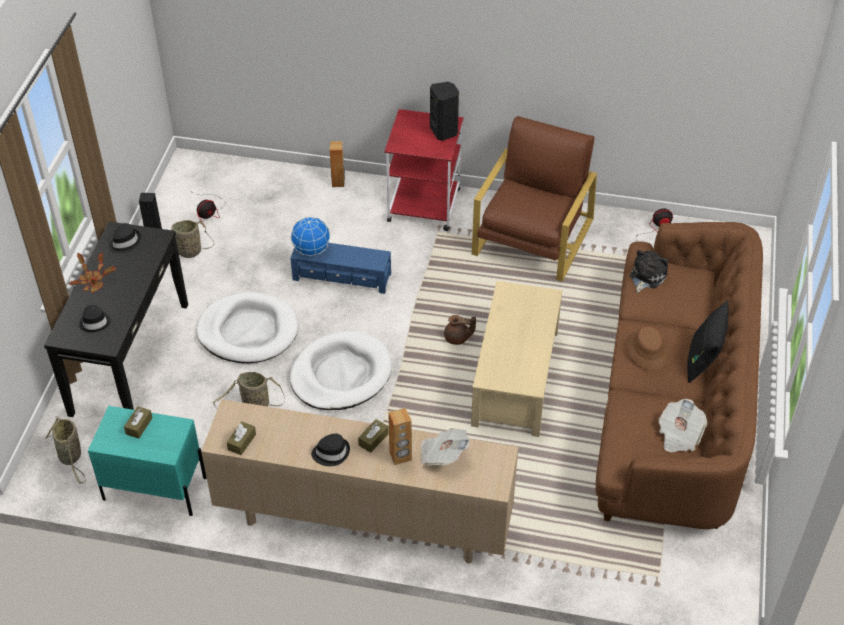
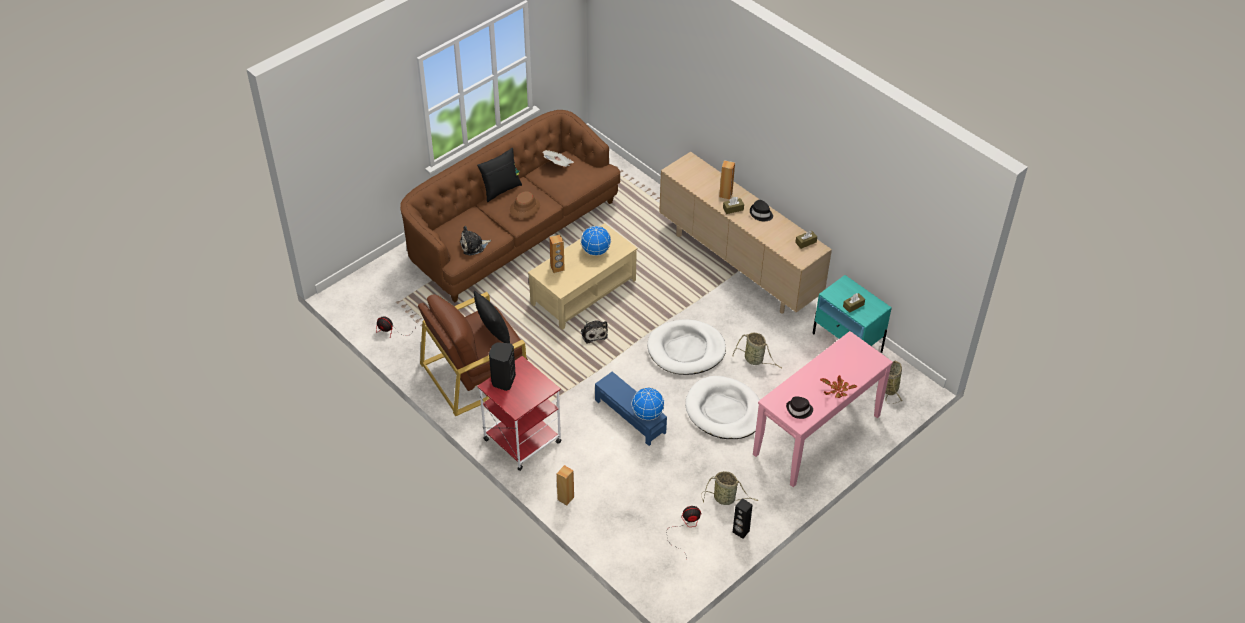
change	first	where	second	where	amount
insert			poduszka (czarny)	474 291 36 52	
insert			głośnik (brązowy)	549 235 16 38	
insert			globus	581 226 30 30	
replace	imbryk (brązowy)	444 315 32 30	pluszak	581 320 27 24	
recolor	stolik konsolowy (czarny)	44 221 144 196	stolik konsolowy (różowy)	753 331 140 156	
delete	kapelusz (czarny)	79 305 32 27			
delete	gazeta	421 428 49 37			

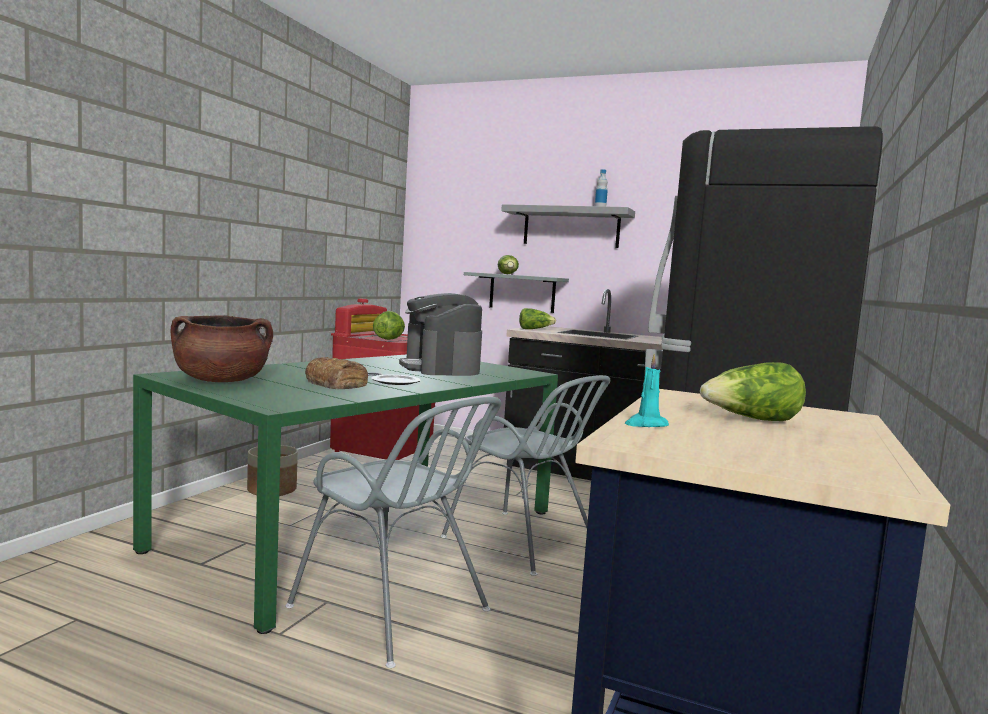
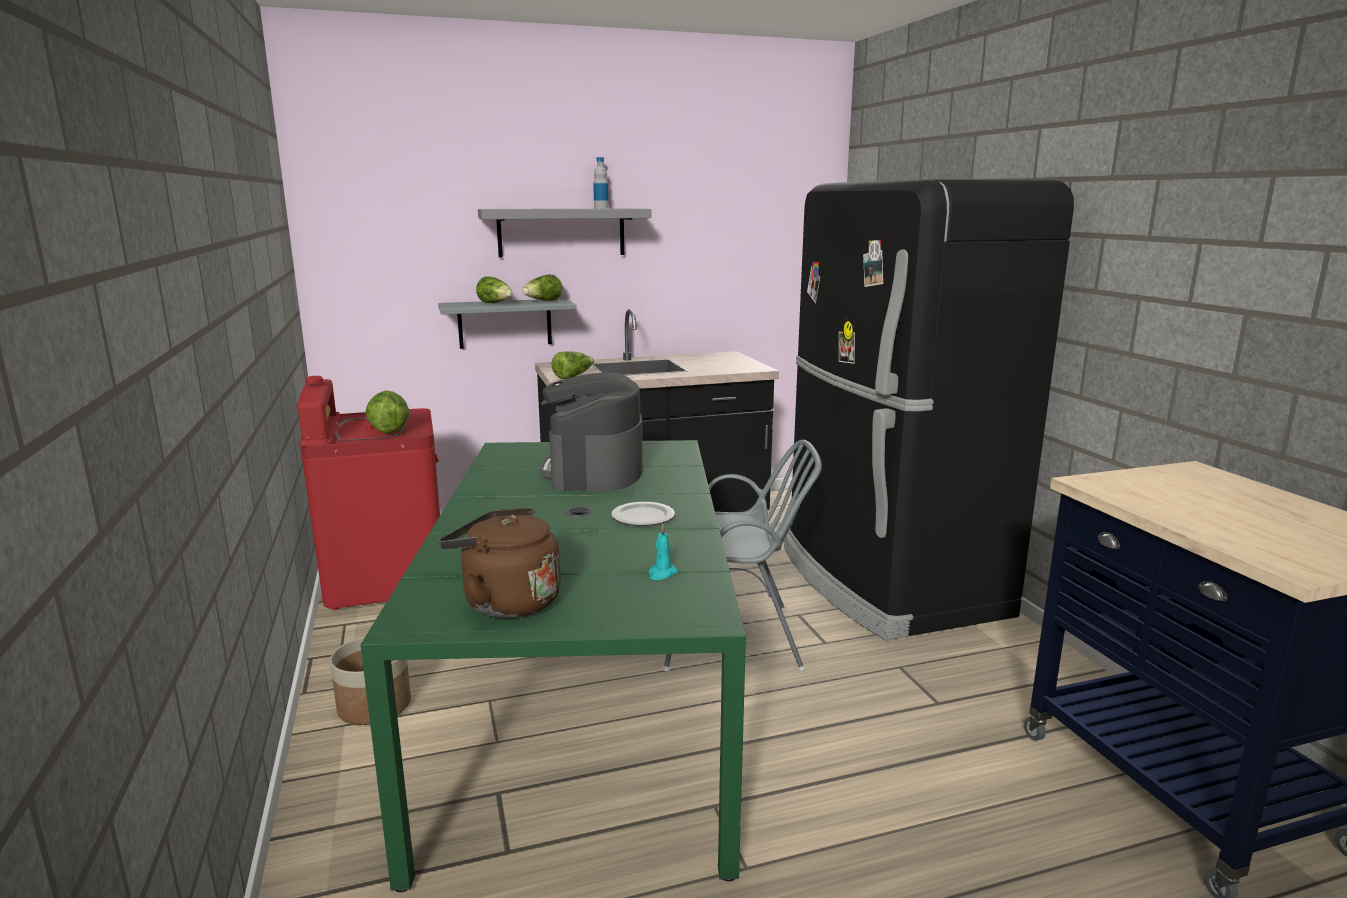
change	first	where	second	where	amount
replace	garnek (brązowy)	170 315 103 67	czajnik (brązowy)	439 507 122 111	
move	sałata	700 362 106 59		522 274 40 27	
rotate	ekspres do kawy	399 293 83 83		540 372 103 119	60 degrees clockwise
move	świeca (turkusowy)	625 354 44 73		649 524 29 56	
delete	krzesło (szary)	285 397 216 271			
delete	chleb	305 357 63 32			

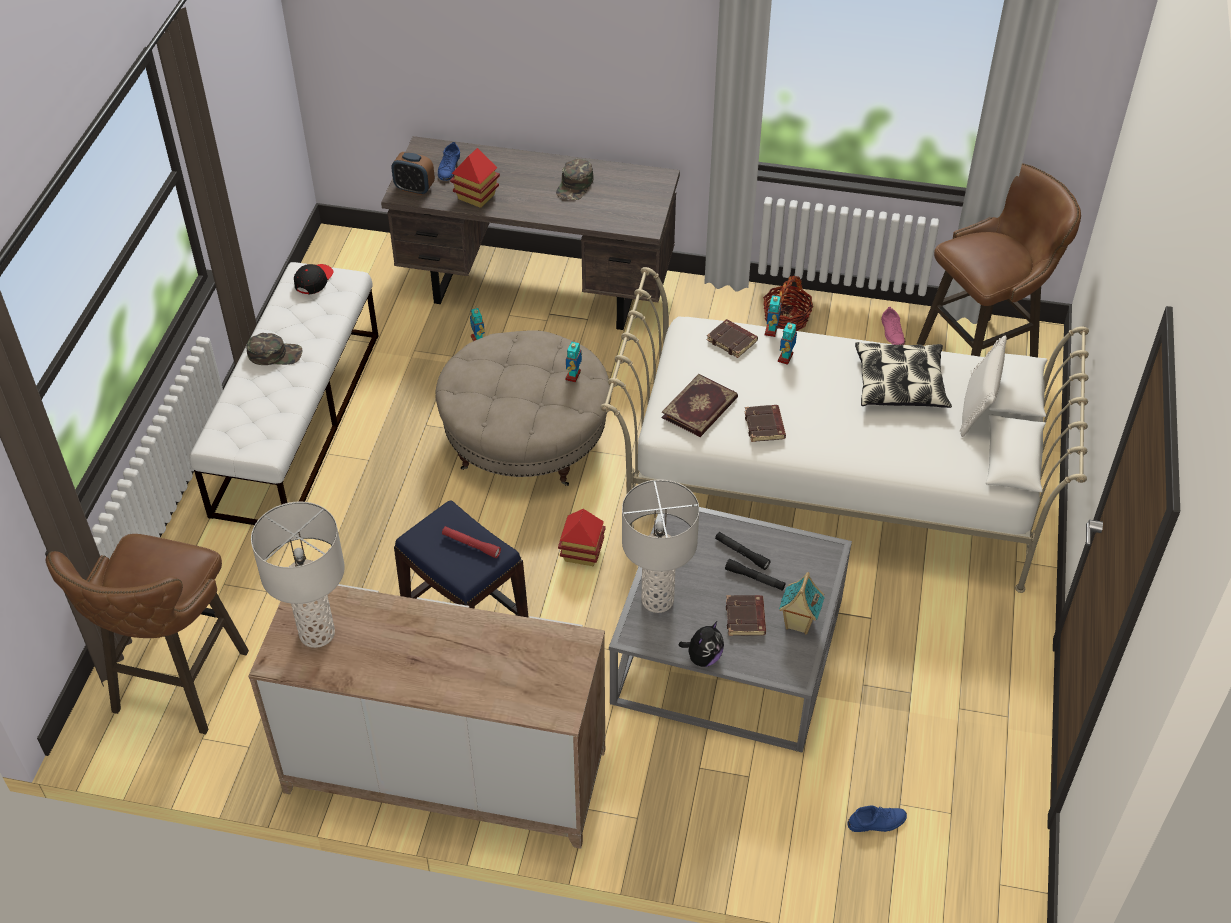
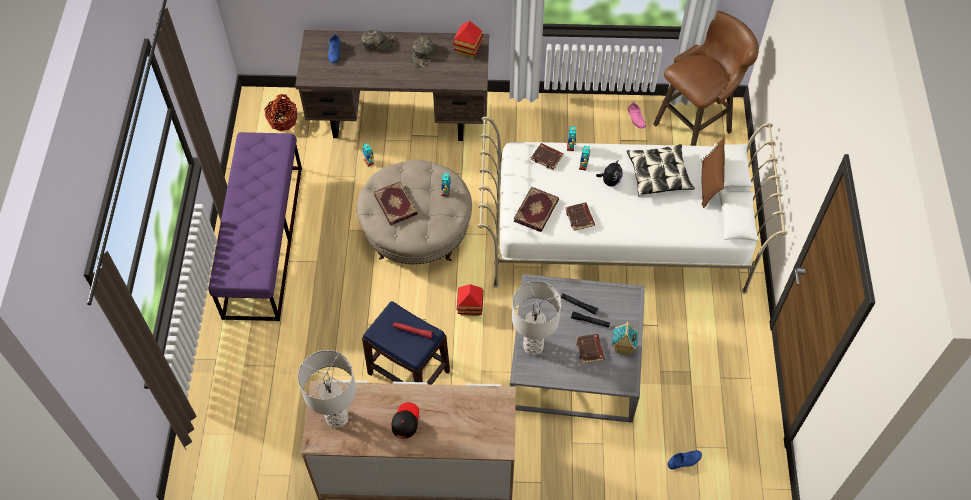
change	first	where	second	where	amount
recolor	ławka (biały)	189 262 189 263	ławka (fioletowy)	208 132 94 189	
move	koszyk	763 276 50 55		264 94 33 37	
move	czapka z daszkiem (zielony)	247 333 55 32		361 30 35 21	
insert			książka	374 182 44 44	
move	czapka z daszkiem (czarny)	294 264 39 30		391 402 28 37	
move	domek	450 148 50 60		453 21 31 37	
move	pluszak	678 621 46 46		596 159 27 28	
recolor	poduszka (biały)	960 336 47 101	poduszka (brązowy)	701 139 24 69	
delete	stołek (brązowy)	45 534 204 200			
delete	budzik	391 152 44 43			

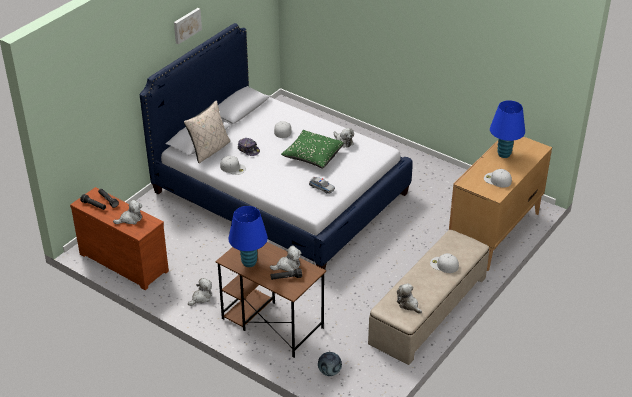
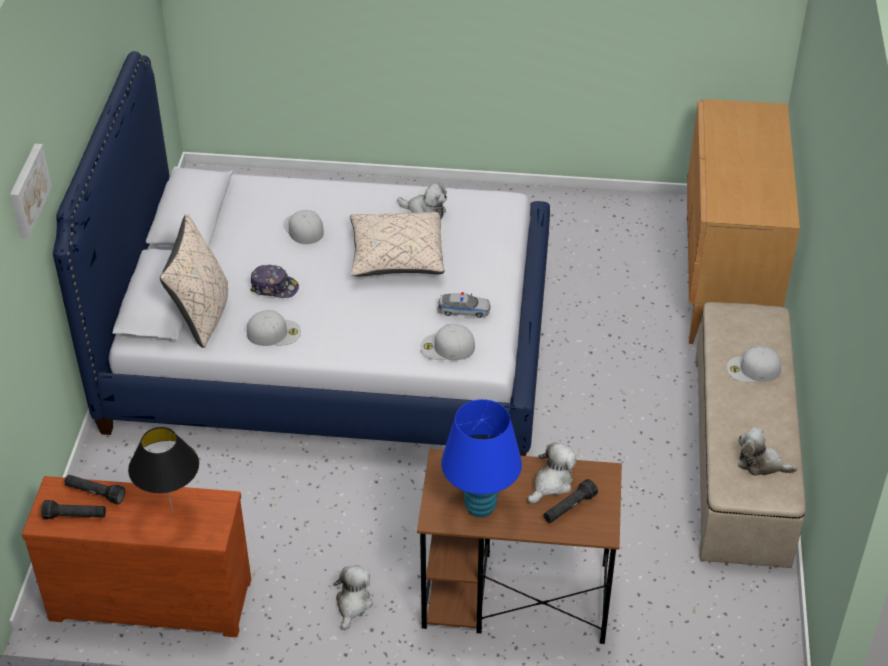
change	first	where	second	where	amount
move	obraz	174 8 28 36		10 144 42 94	
replace	pluszak	113 200 29 25	lampa stołowa (czarny)	128 427 71 87	
recolor	poduszka (zielony)	281 130 63 38	poduszka (beżowy)	350 211 95 65	
move	czapka z daszkiem (biały)	484 169 28 19		421 324 54 36	
delete	piłka futbolowa	318 352 24 24			
delete	lampa stołowa (niebieski)	490 100 35 58			

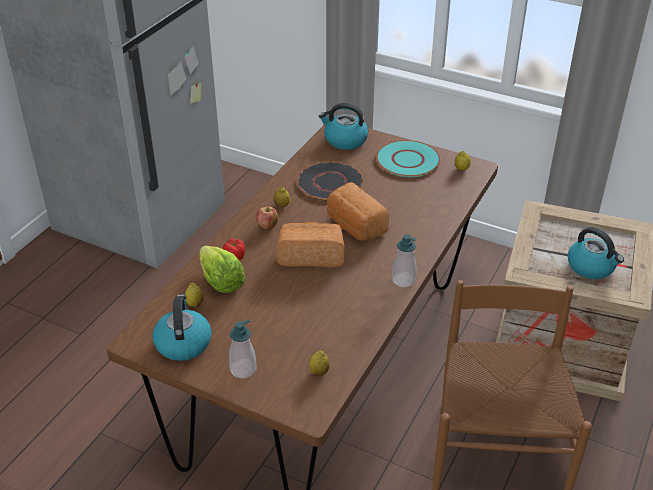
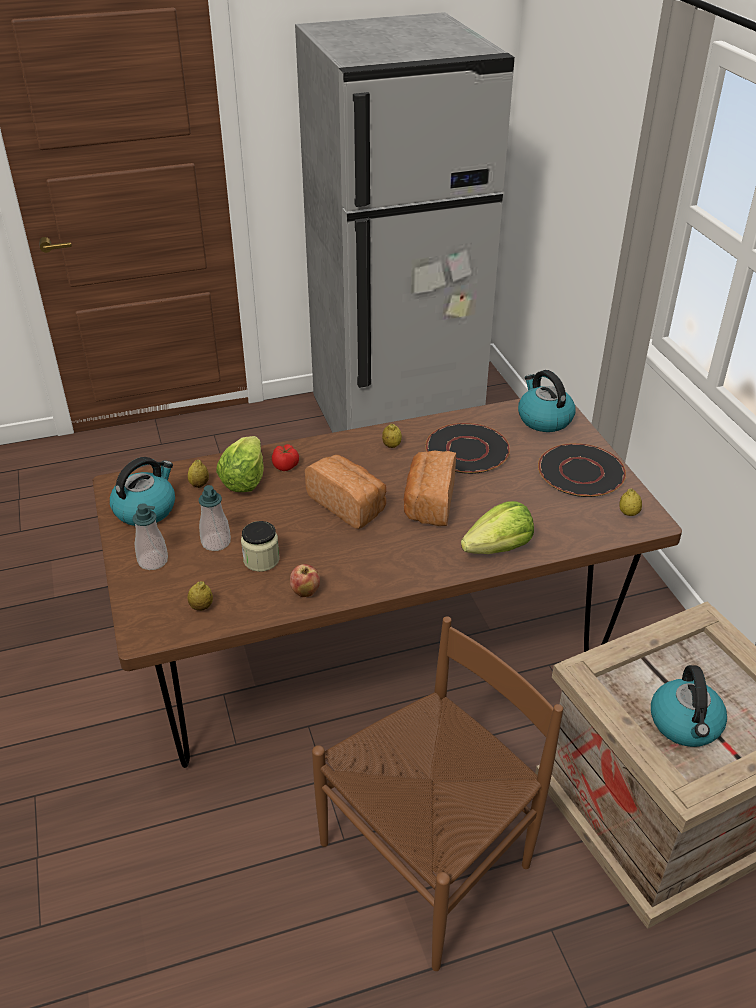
change	first	where	second	where	amount
move	dozownik mydła	392 234 25 53		198 485 33 66	
insert			słoik	241 521 38 51	
move	jabłko	256 206 22 24		290 564 30 33	
insert			sałata	461 501 73 53	
recolor	talerz (turkusowy)	376 140 65 37	talerz (czarny)	538 443 88 54	

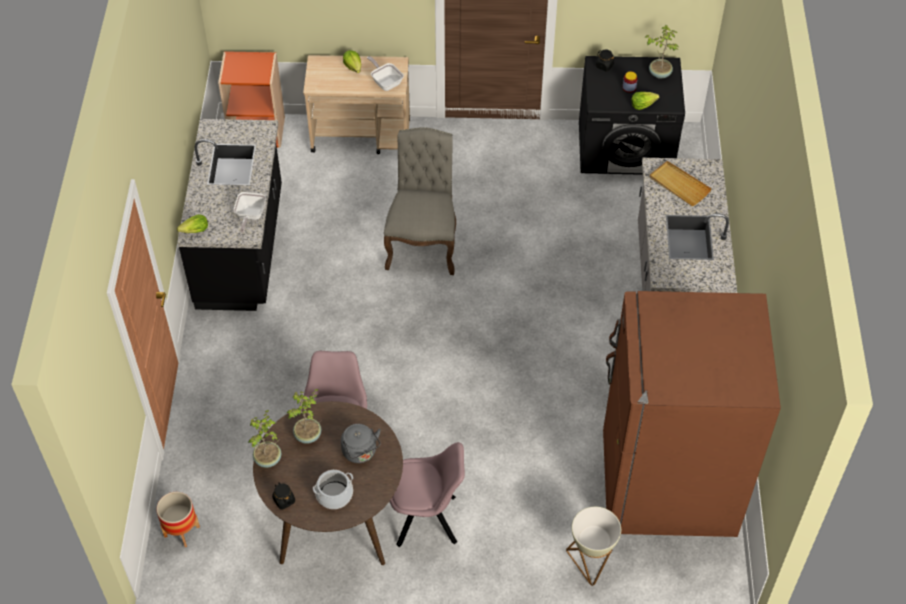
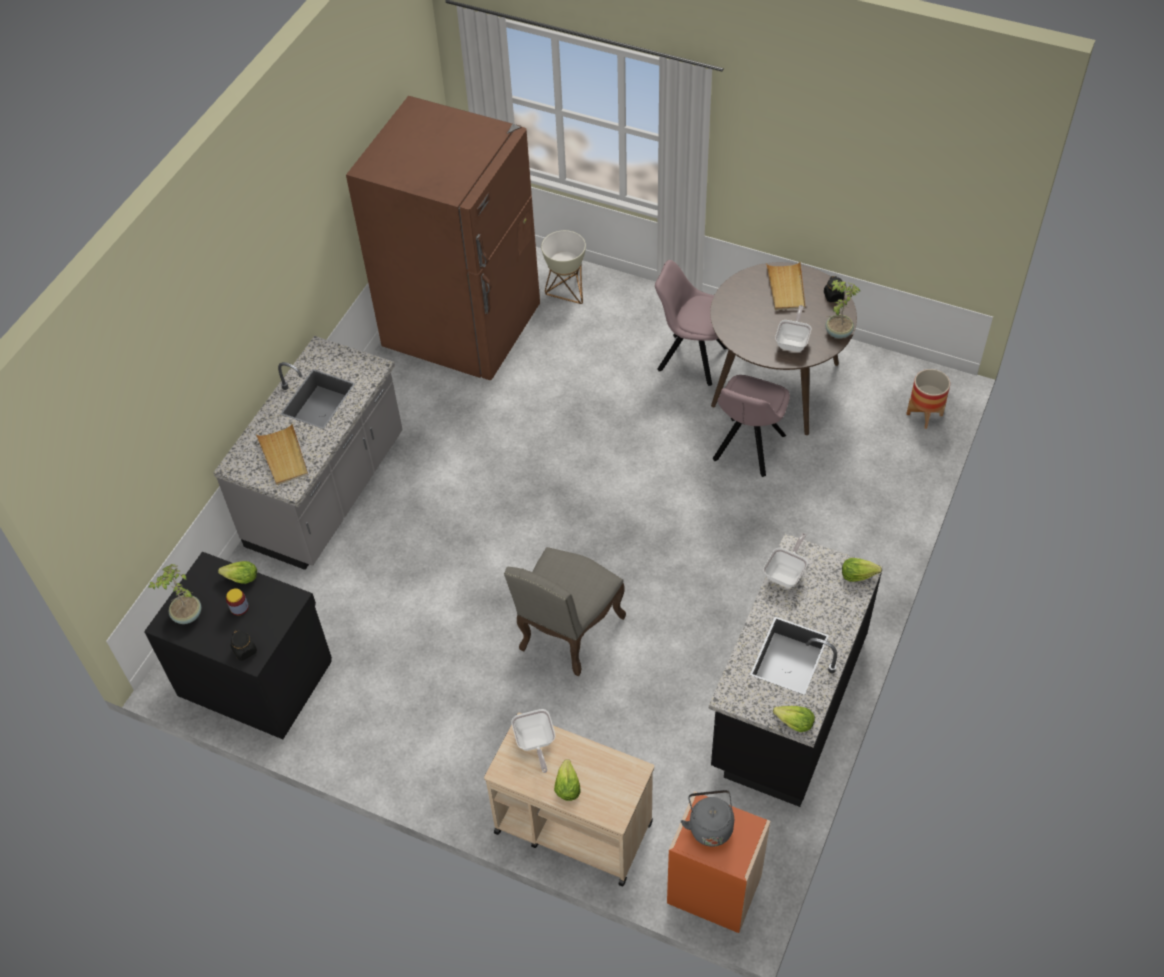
change	first	where	second	where	amount
move	czajnik (szary)	341 424 40 39		681 790 53 57	
replace	garnek	313 470 40 39	taca (beżowy)	766 262 39 48	
insert			sałata	773 706 42 26	
replace	roślina doniczkowa	286 389 35 55	patelnia	775 305 36 47	

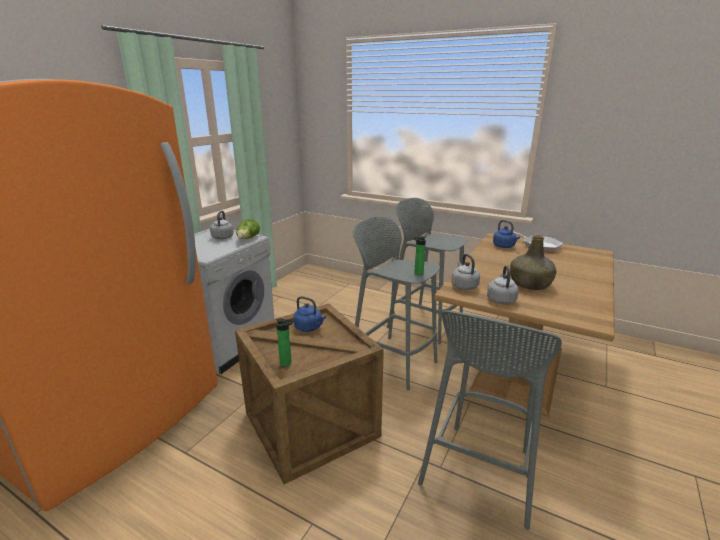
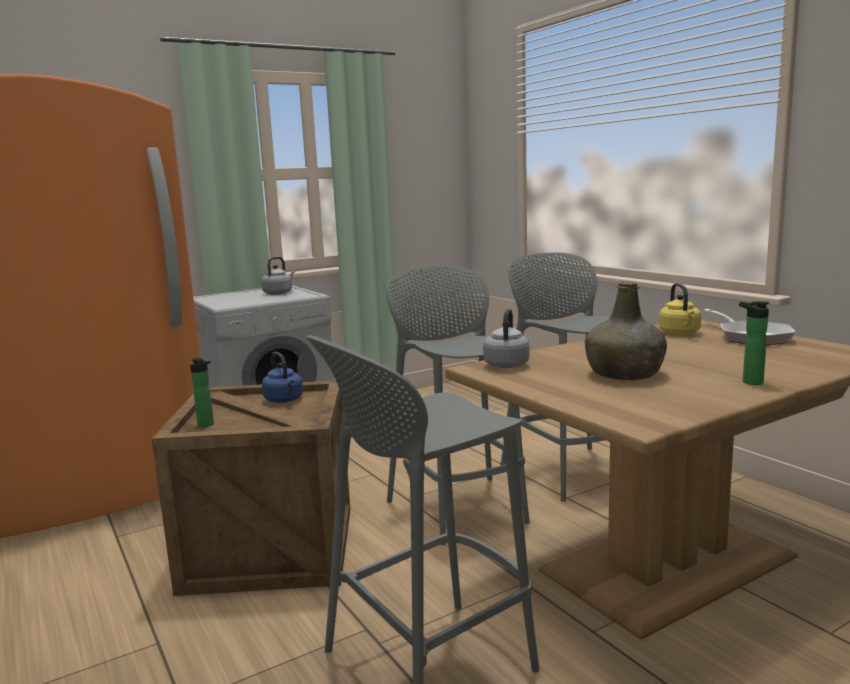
change	first	where	second	where	amount
recolor	czajnik (niebieski)	493 220 27 28	czajnik (żółty)	659 283 42 52	
move	butelka	413 236 13 39		739 301 31 84	
delete	sałata	236 219 24 20			
delete	czajnik (szary)	487 266 32 38			

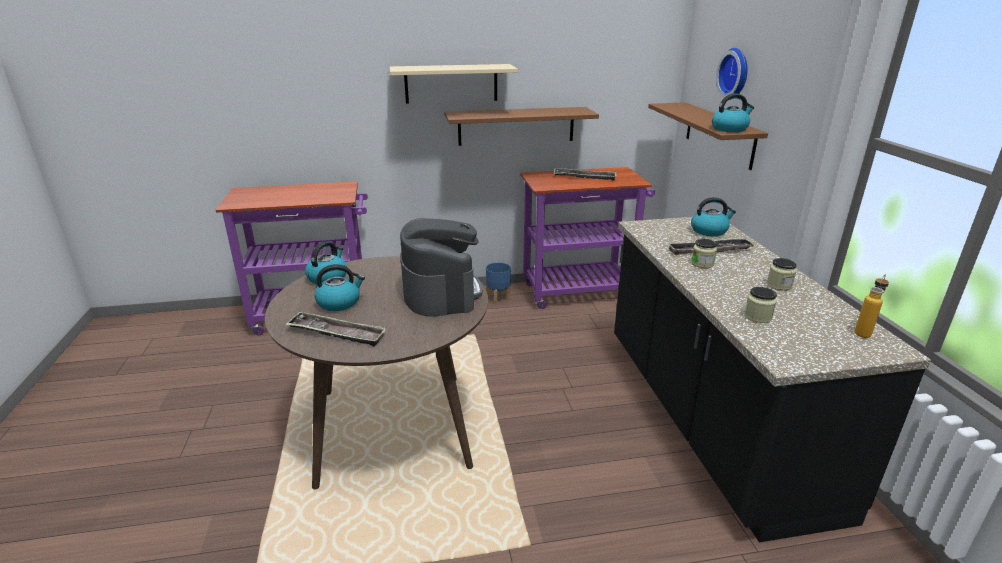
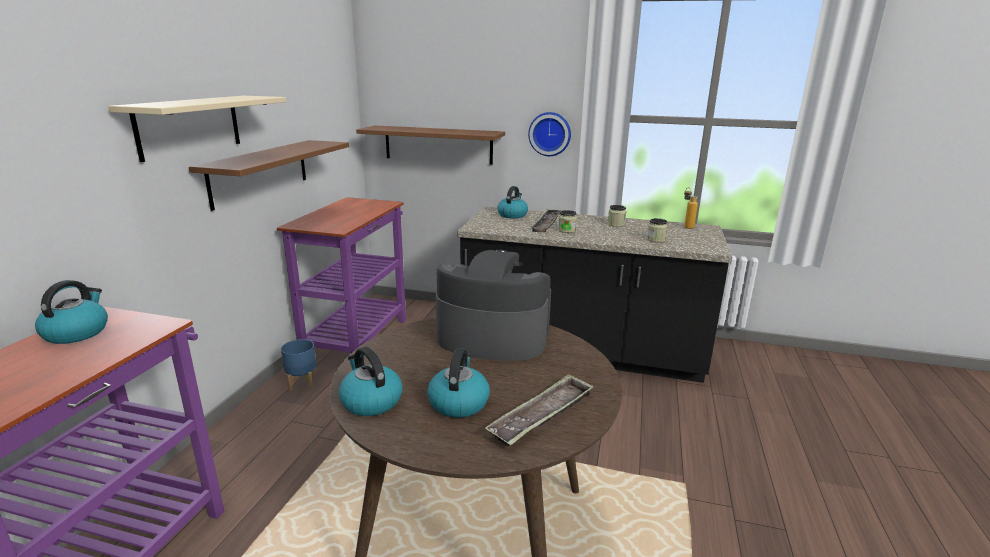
change	first	where	second	where	amount
move	czajnik	712 93 42 39		35 280 73 64	
move	zegar ścienny	716 48 32 52		528 112 43 44	
delete	taca	554 168 63 13			

